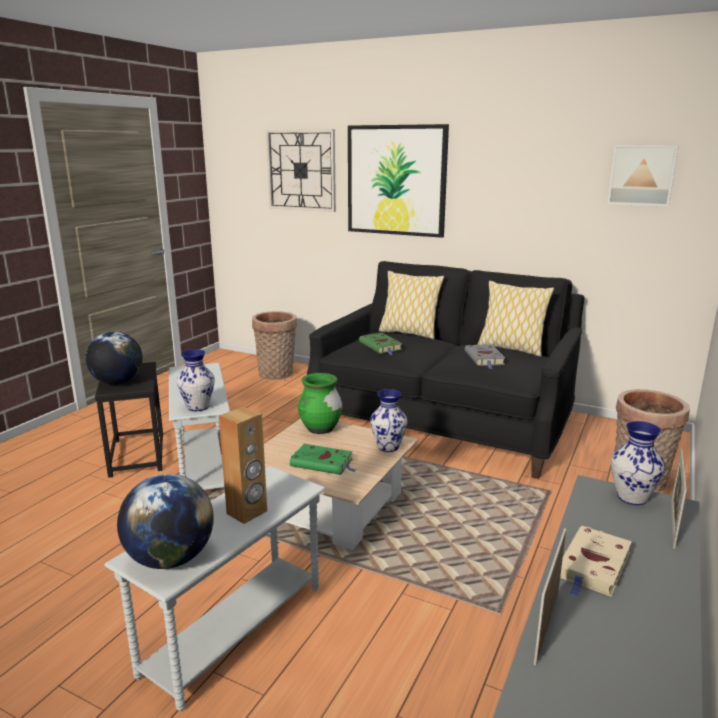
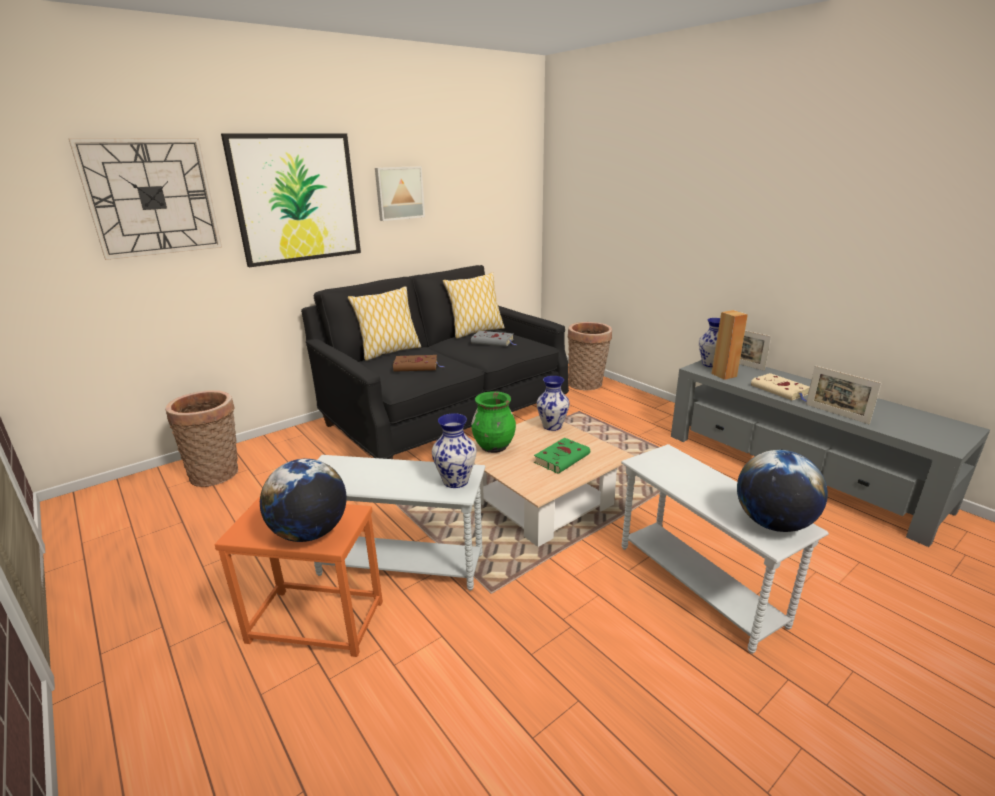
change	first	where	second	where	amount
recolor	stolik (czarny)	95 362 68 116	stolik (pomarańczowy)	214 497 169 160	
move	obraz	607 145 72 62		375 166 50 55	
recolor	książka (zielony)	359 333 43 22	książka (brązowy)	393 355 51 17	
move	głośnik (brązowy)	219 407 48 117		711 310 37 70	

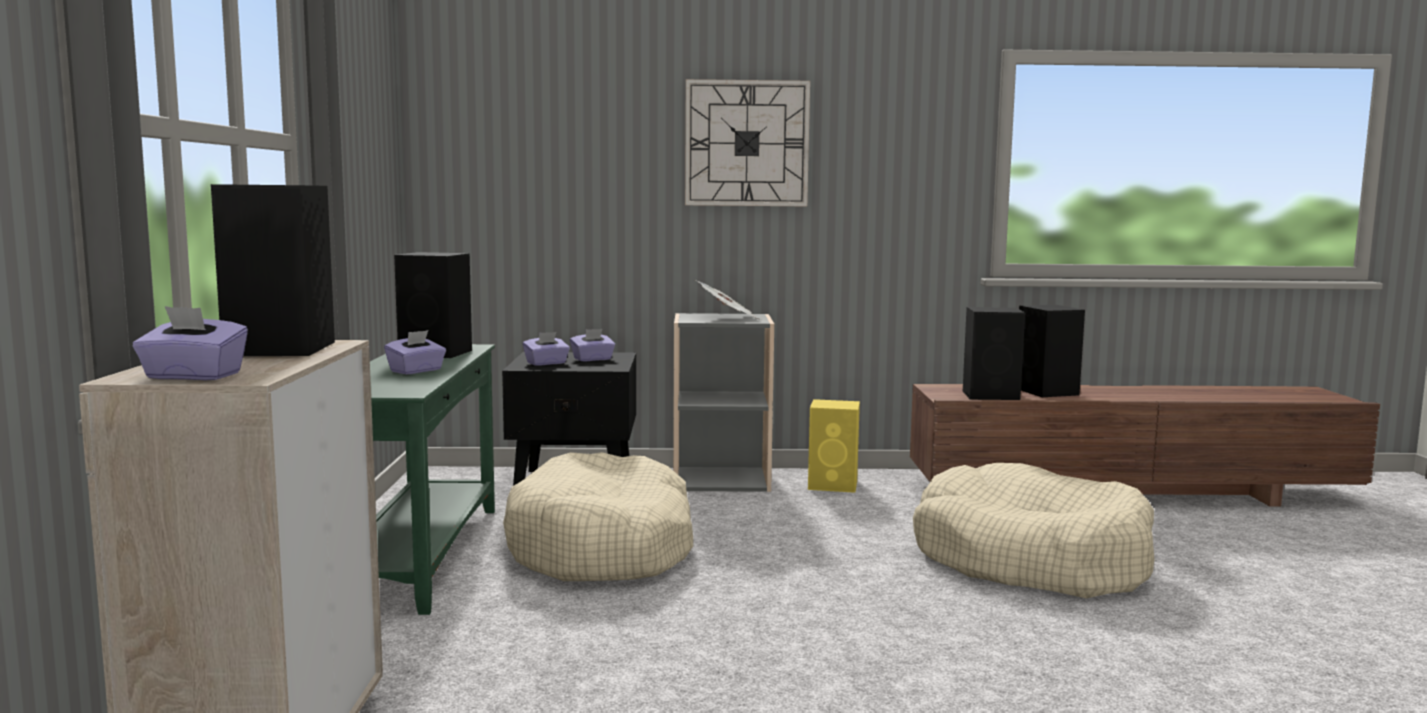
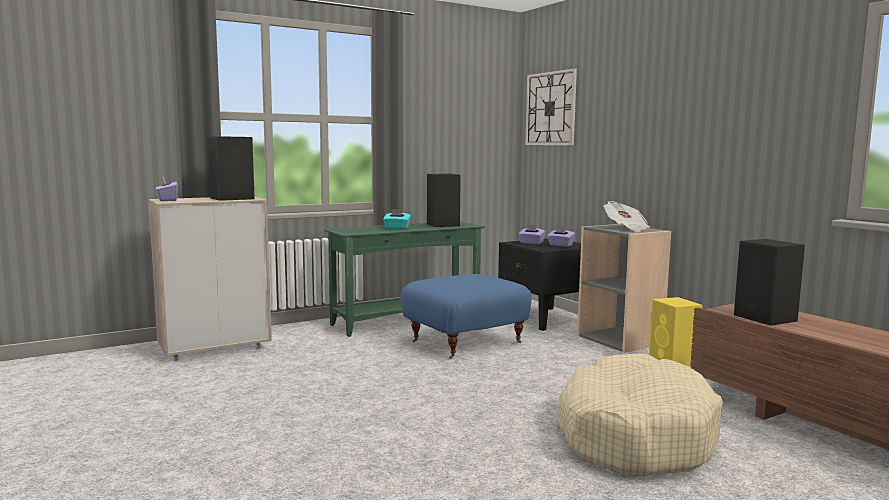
change	first	where	second	where	amount
recolor	pudełko chusteczek (fioletowy)	384 330 62 44	pudełko chusteczek (turkusowy)	383 209 28 20	
replace	legowisko (beżowy)	503 452 190 129	pufa (niebieski)	401 274 131 85	
move	zegar ścienny	685 79 125 127		525 68 52 77	
delete	głośnik (czarny)	1019 305 66 92			

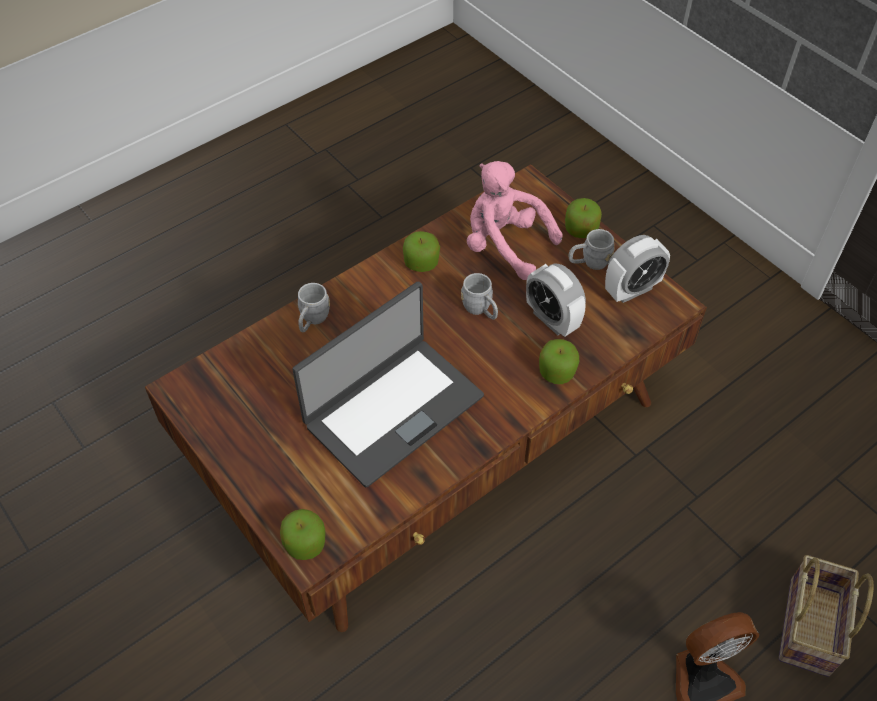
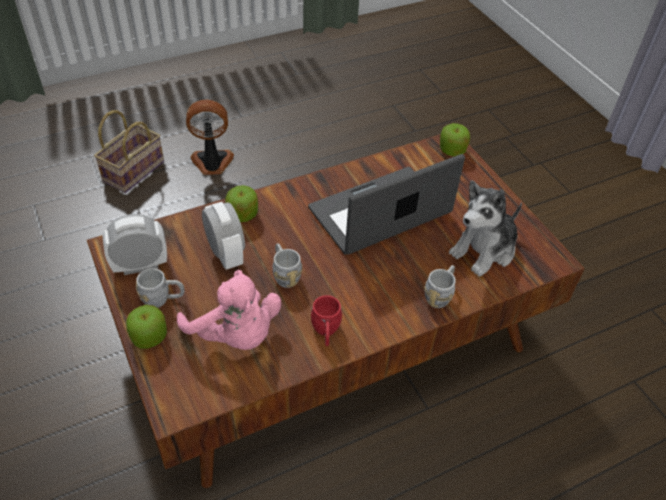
change	first	where	second	where	amount
replace	jabłko	403 231 37 41	kubek (czerwony)	311 295 31 51	
insert			pluszak	449 180 73 97	

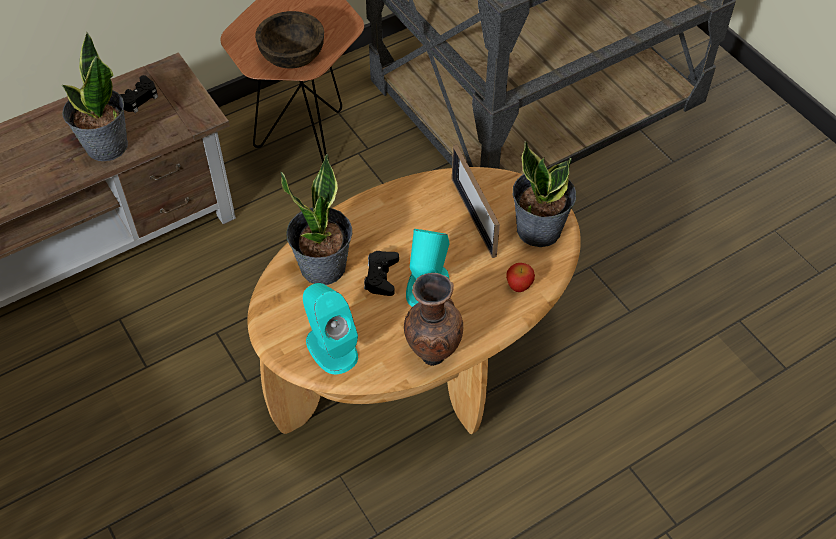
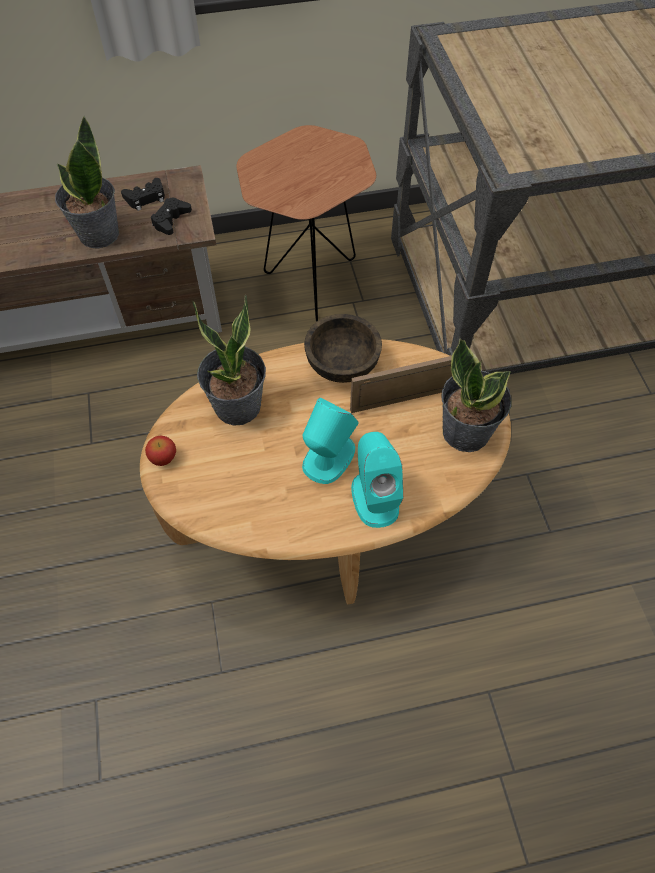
change	first	where	second	where	amount
move	jabłko	506 263 29 29		145 435 31 31	
move	pad do gier (czarny)	364 251 35 45		151 198 41 37	
move	miska (brązowy)	255 11 69 57		304 314 78 69	
rotate	ramka na zdjęcie	452 145 48 113		350 356 102 57	75 degrees clockwise
move	głośnik (turkusowy)	303 283 55 92		351 432 52 96	
delete	wazon (brązowy)	404 273 59 93			

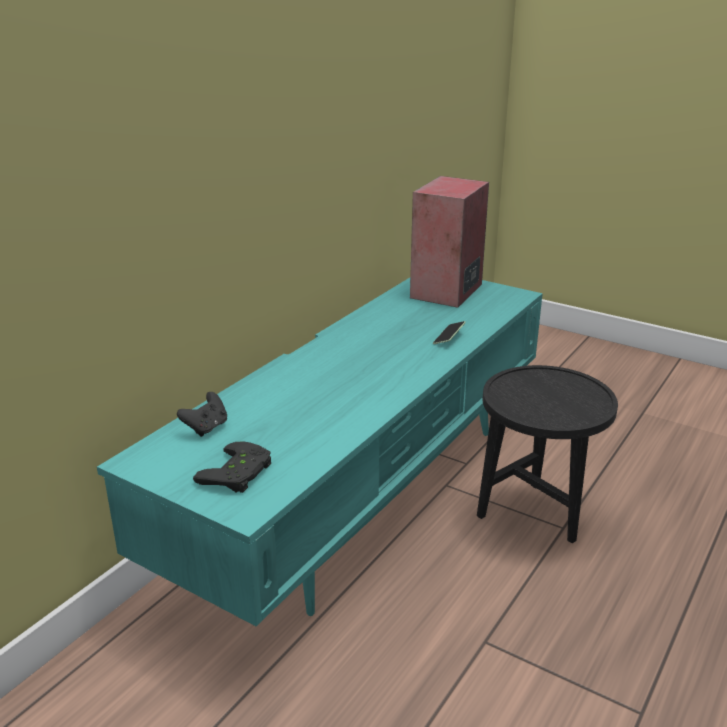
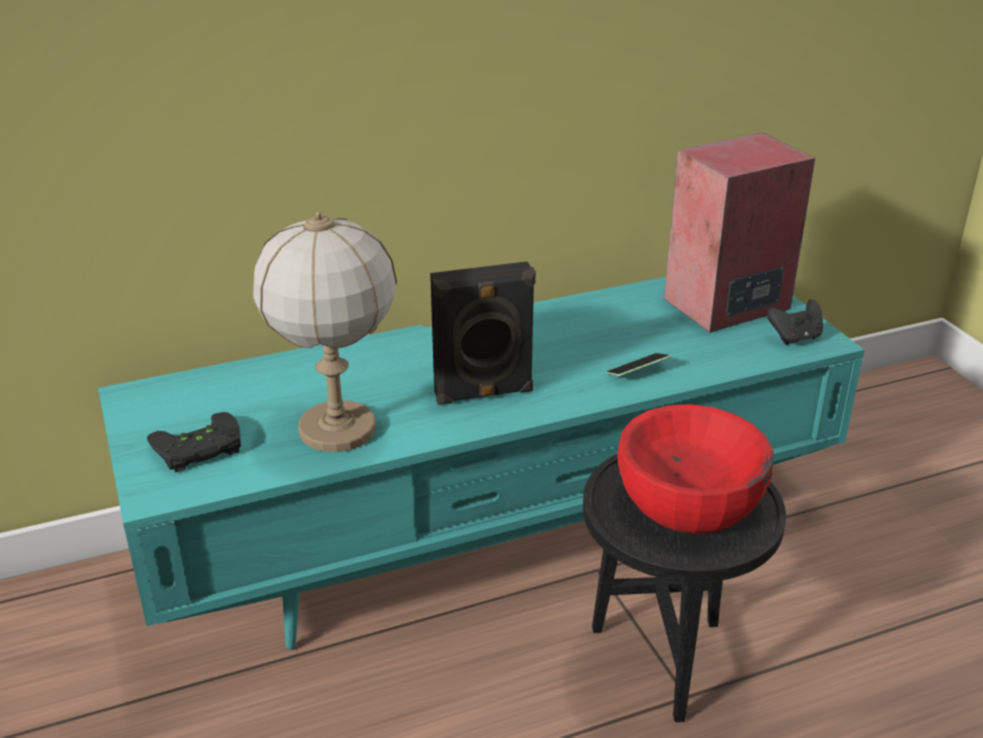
change	first	where	second	where	amount
insert			lampa stołowa	253 212 144 240	
insert			głośnik (czarny)	430 261 106 144	
insert			miska (czerwony)	618 404 155 130	
move	pad do gier (czarny)	177 392 50 45		767 299 56 46	

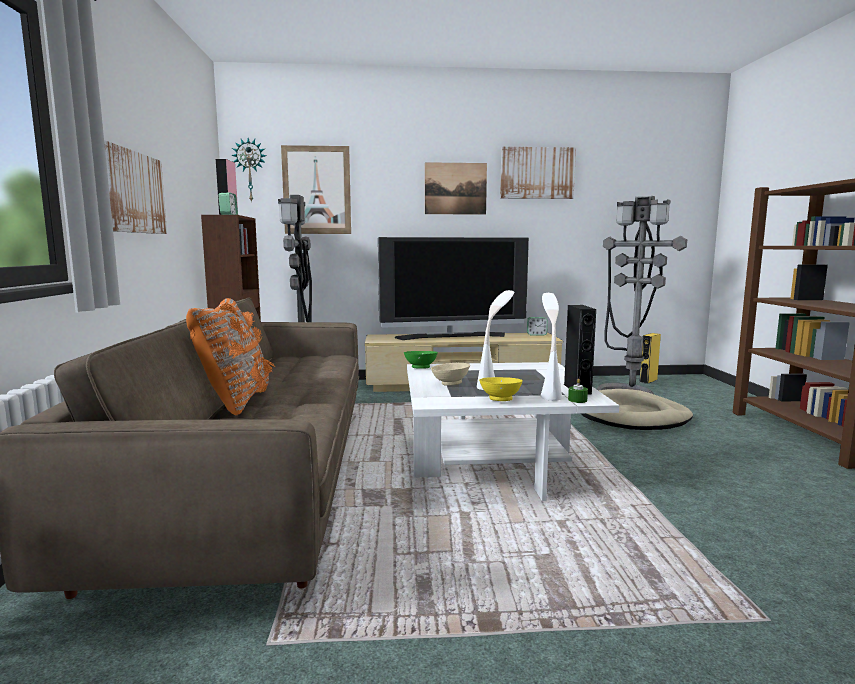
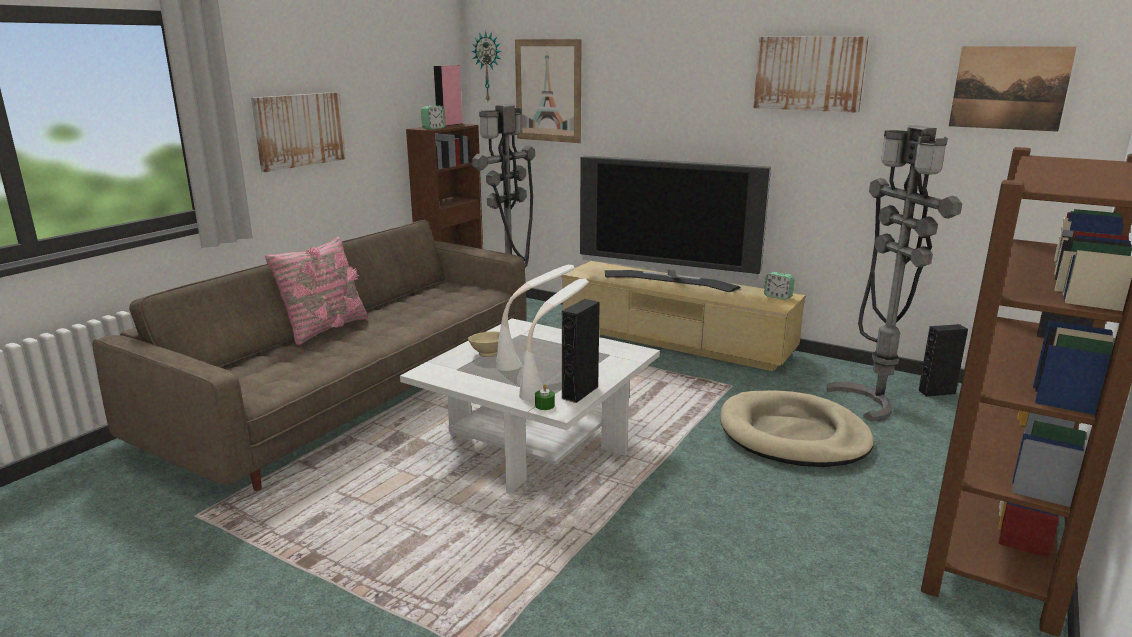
change	first	where	second	where	amount
recolor	poduszka (pomarańczowy)	186 298 89 117	poduszka (różowy)	265 237 103 108	
recolor	głośnik (żółty)	639 333 22 51	głośnik (czarny)	918 324 50 73	
move	obraz	425 162 62 52		949 46 128 86	
delete	miska (zielony)	404 351 34 18			
delete	miska (żółty)	479 377 44 24			

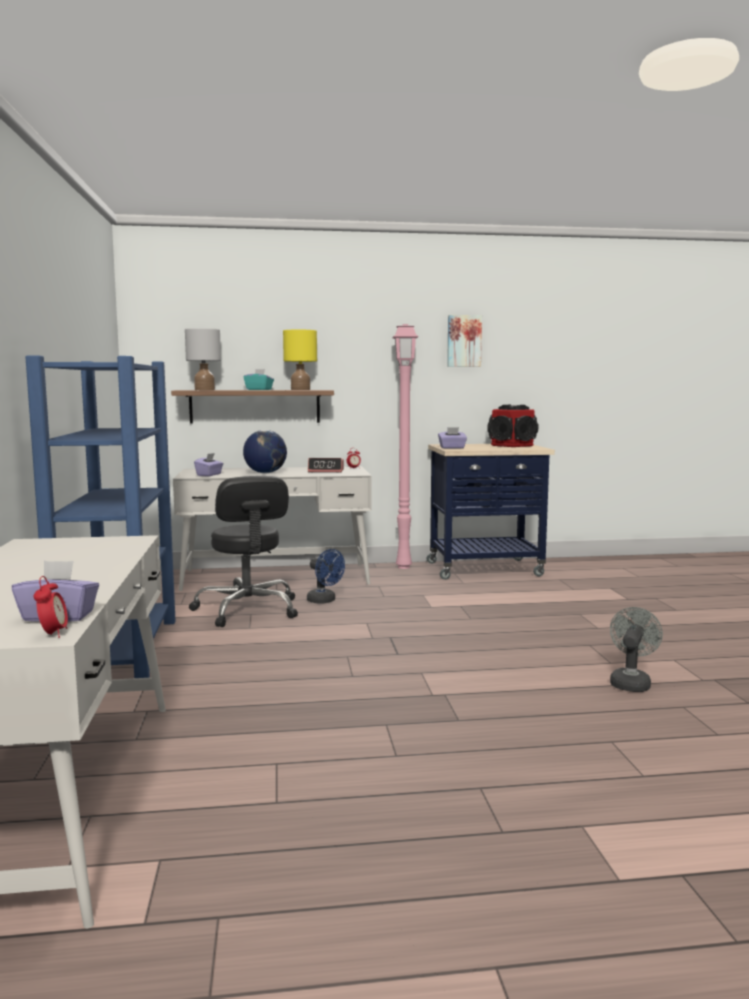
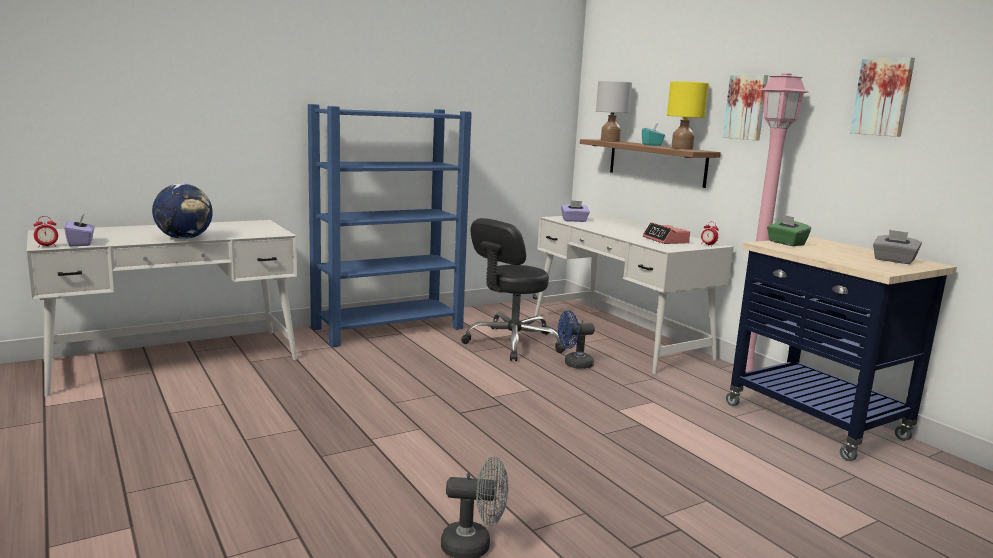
change	first	where	second	where	amount
move	globus	243 430 44 43		152 184 61 55	
rotate	wentylator (niebieski)	307 549 38 55		558 310 37 59	60 degrees clockwise
insert			obraz	723 75 45 66	
recolor	pudełko chusteczek (fioletowy)	438 427 29 22	pudełko chusteczek (zielony)	767 215 44 31	
replace	głośnik	487 405 51 42	pudełko chusteczek (szary)	873 229 49 35	

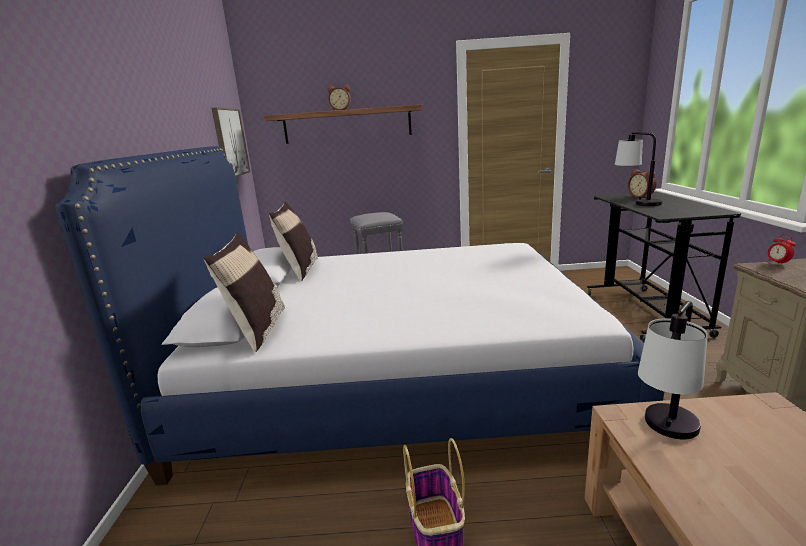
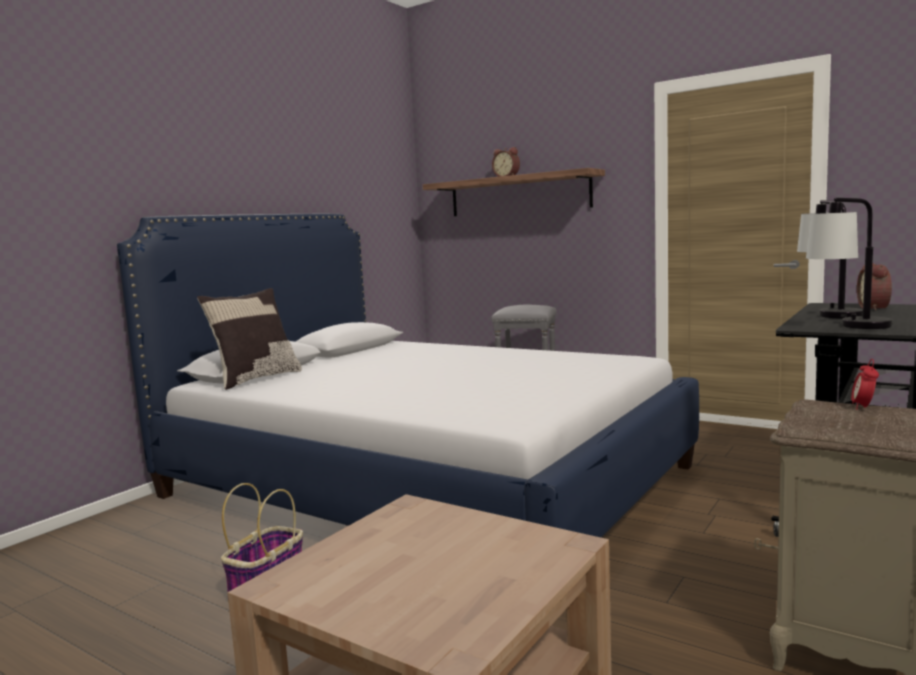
change	first	where	second	where	amount
move	lampa stołowa	638 301 70 139		806 198 87 131	
delete	obraz	212 107 38 70			
delete	poduszka	269 202 49 79			

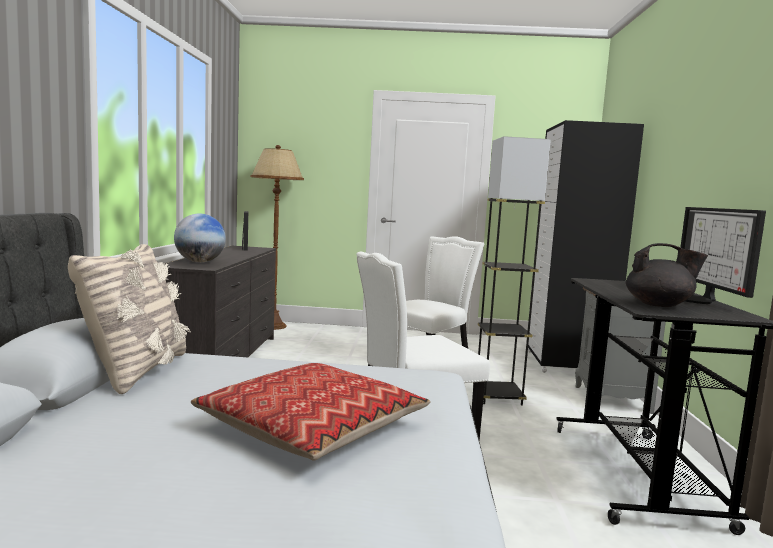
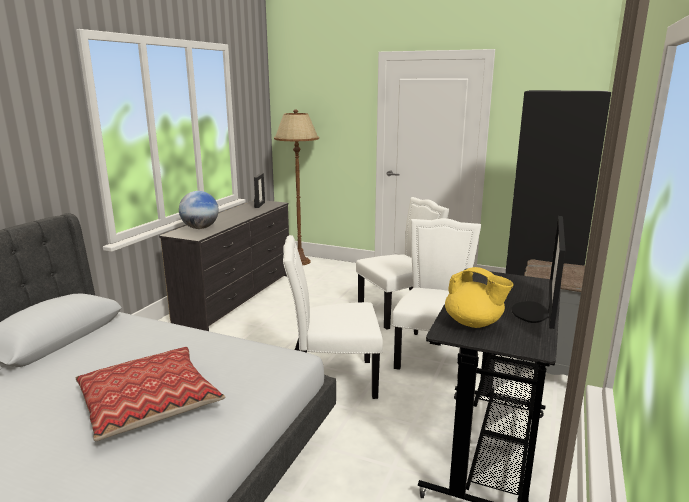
change	first	where	second	where	amount
replace	lampa stojąca (szary)	473 136 78 270	krzesło (biały)	392 218 89 161	
recolor	imbryk (czarny)	626 243 82 64	imbryk (żółty)	445 267 68 61	
delete	poduszka (beżowy)	68 244 122 150			

